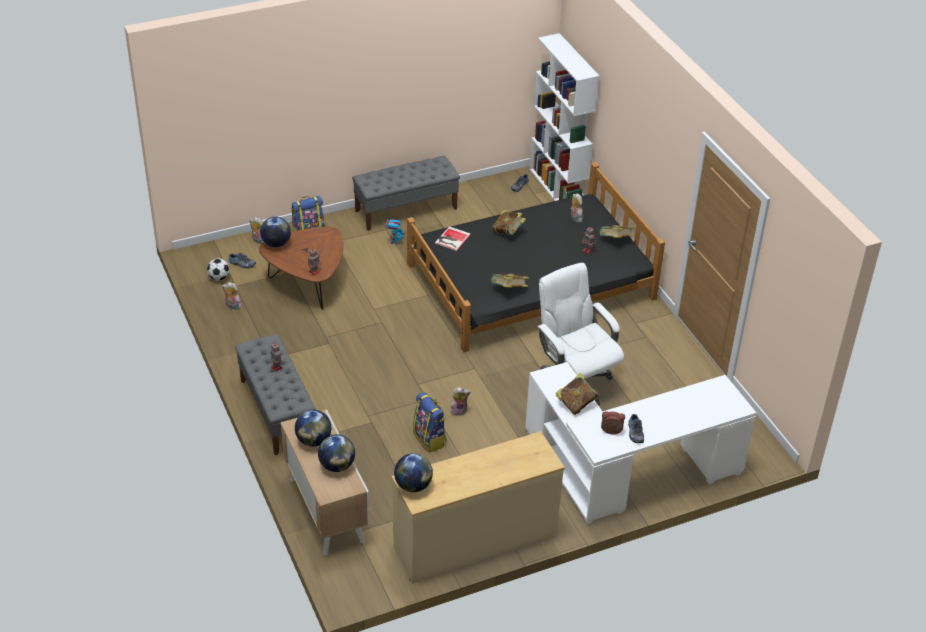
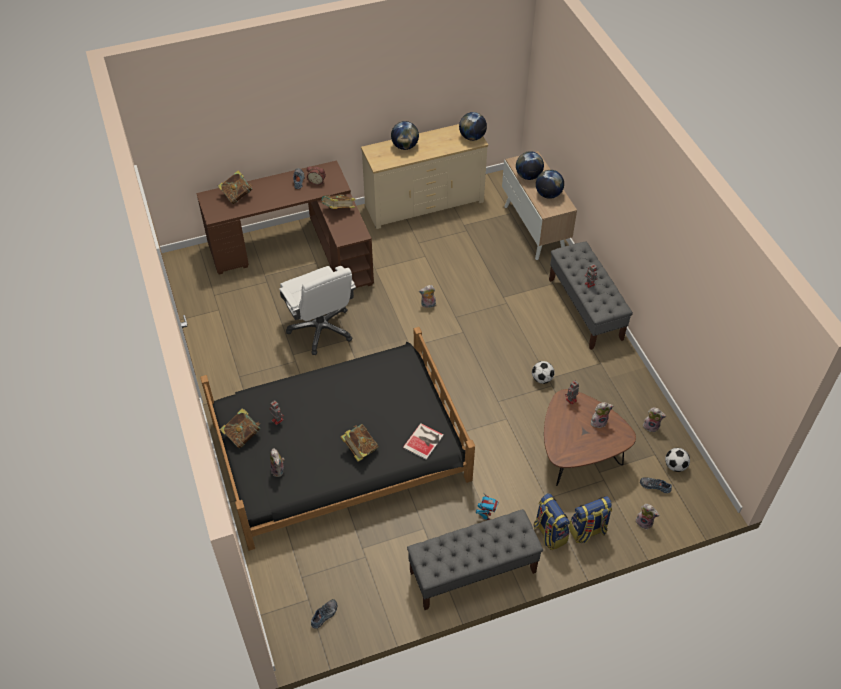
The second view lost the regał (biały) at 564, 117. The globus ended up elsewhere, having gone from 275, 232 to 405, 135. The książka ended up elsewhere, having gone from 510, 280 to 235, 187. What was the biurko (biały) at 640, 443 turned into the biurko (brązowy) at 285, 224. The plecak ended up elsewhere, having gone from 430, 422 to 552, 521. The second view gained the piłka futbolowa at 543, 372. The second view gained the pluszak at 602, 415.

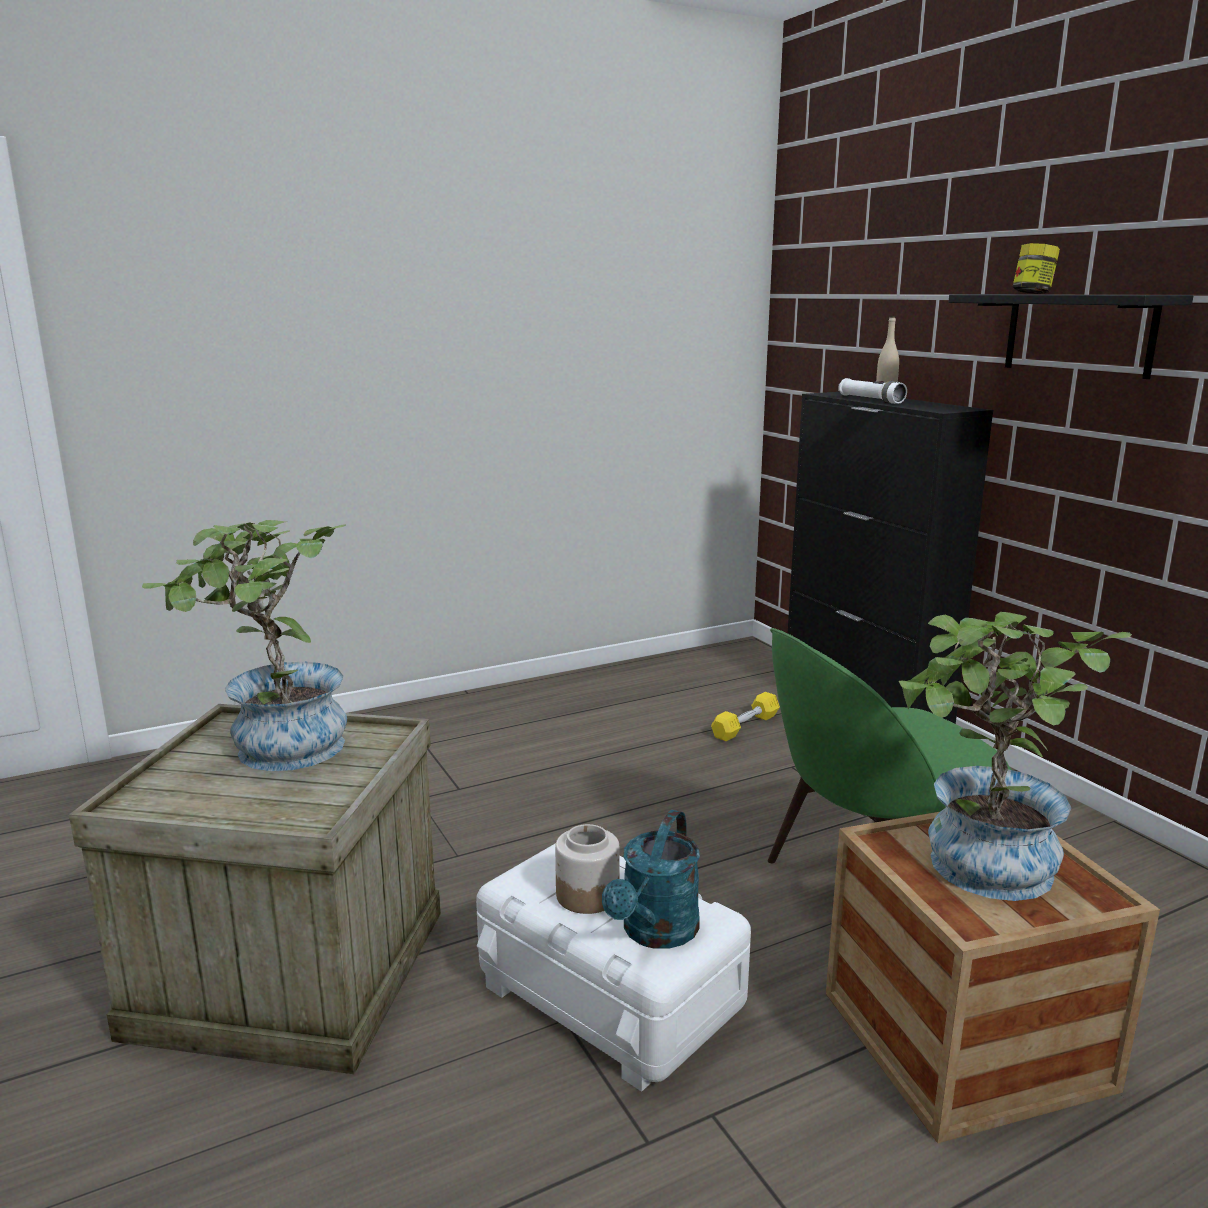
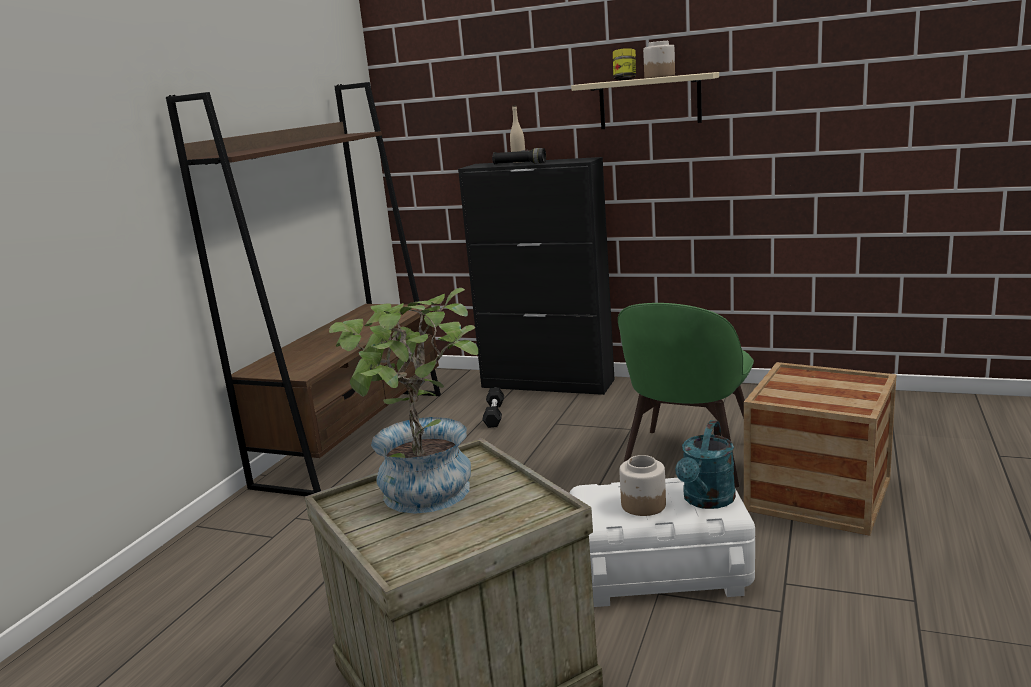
What was the półka (czarny) at 1071, 336 turned into the półka (beżowy) at 645, 100. What was the latarka (biały) at 872, 391 turned into the latarka (czarny) at 519, 156. The second view lost the roślina doniczkowa at 1015, 756. What was the hantel (żółty) at 745, 716 turned into the hantel (czarny) at 493, 408. The konewka (turkusowy) at 651, 879 ended up facing another way, 45 degrees clockwise from before. The second view gained the słoik at 659, 59. The second view gained the regał (brązowy) at 303, 289.

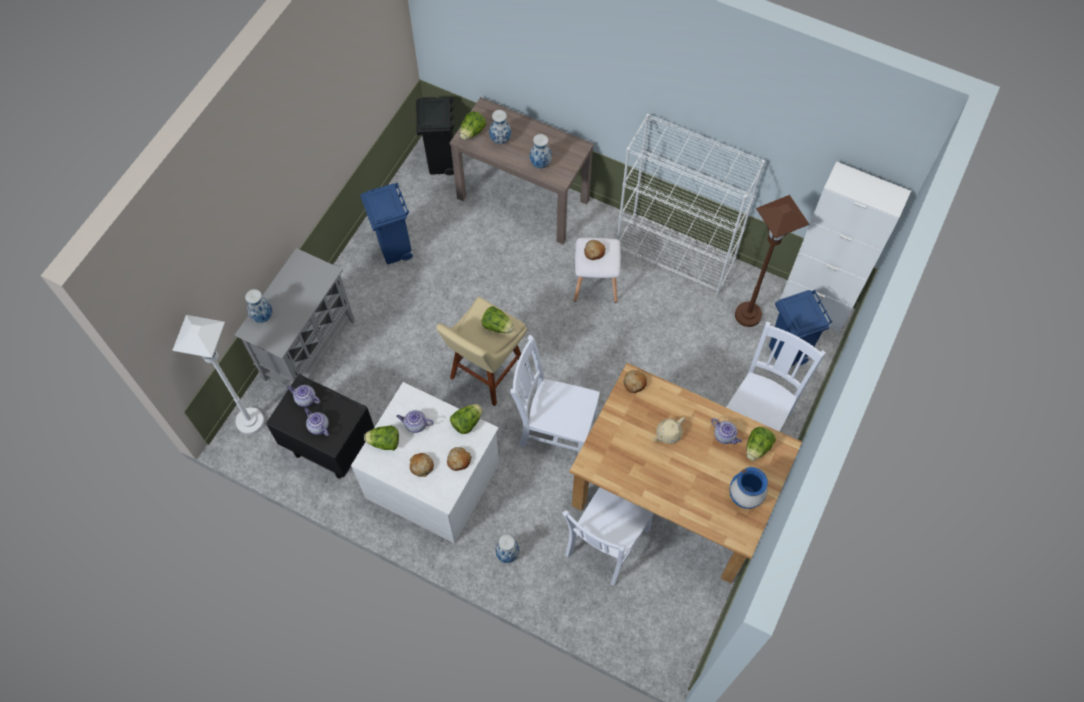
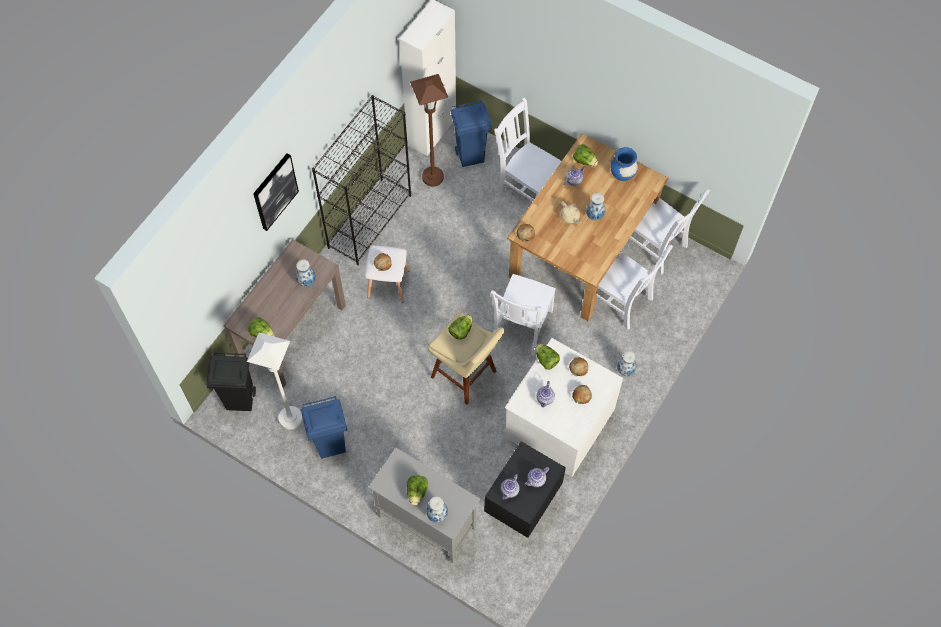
The wazon ended up elsewhere, having gone from 500, 127 to 595, 206. What was the regał (biały) at 691, 204 turned into the regał (czarny) at 361, 180. The lampa stojąca (biały) ended up elsewhere, having gone from 218, 375 to 275, 381. The sałata ended up elsewhere, having gone from 381, 438 to 417, 490. The second view gained the obraz at 276, 192. The second view gained the krzesło (biały) at 669, 231.

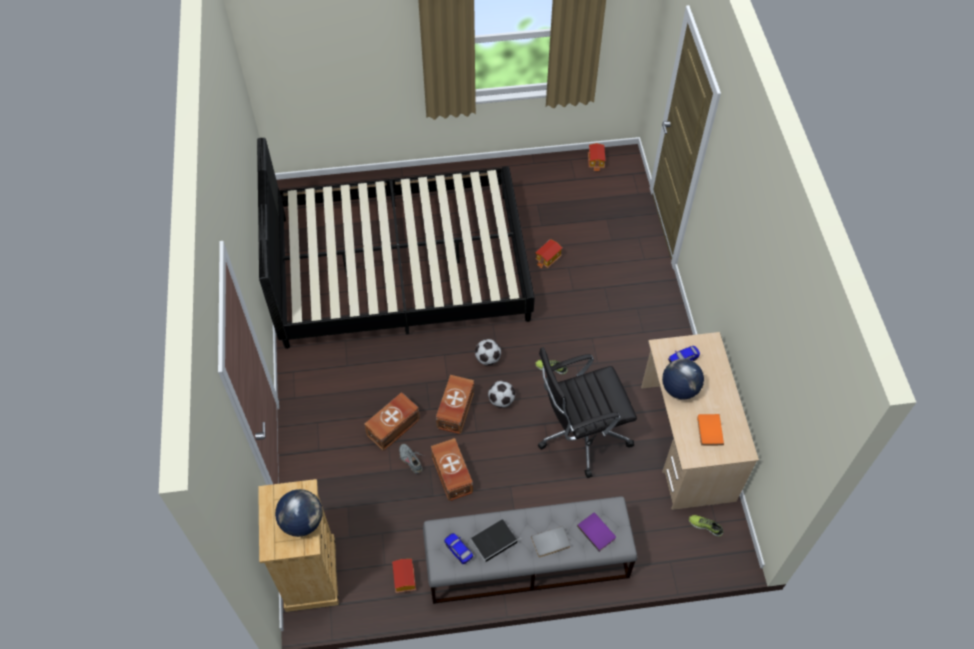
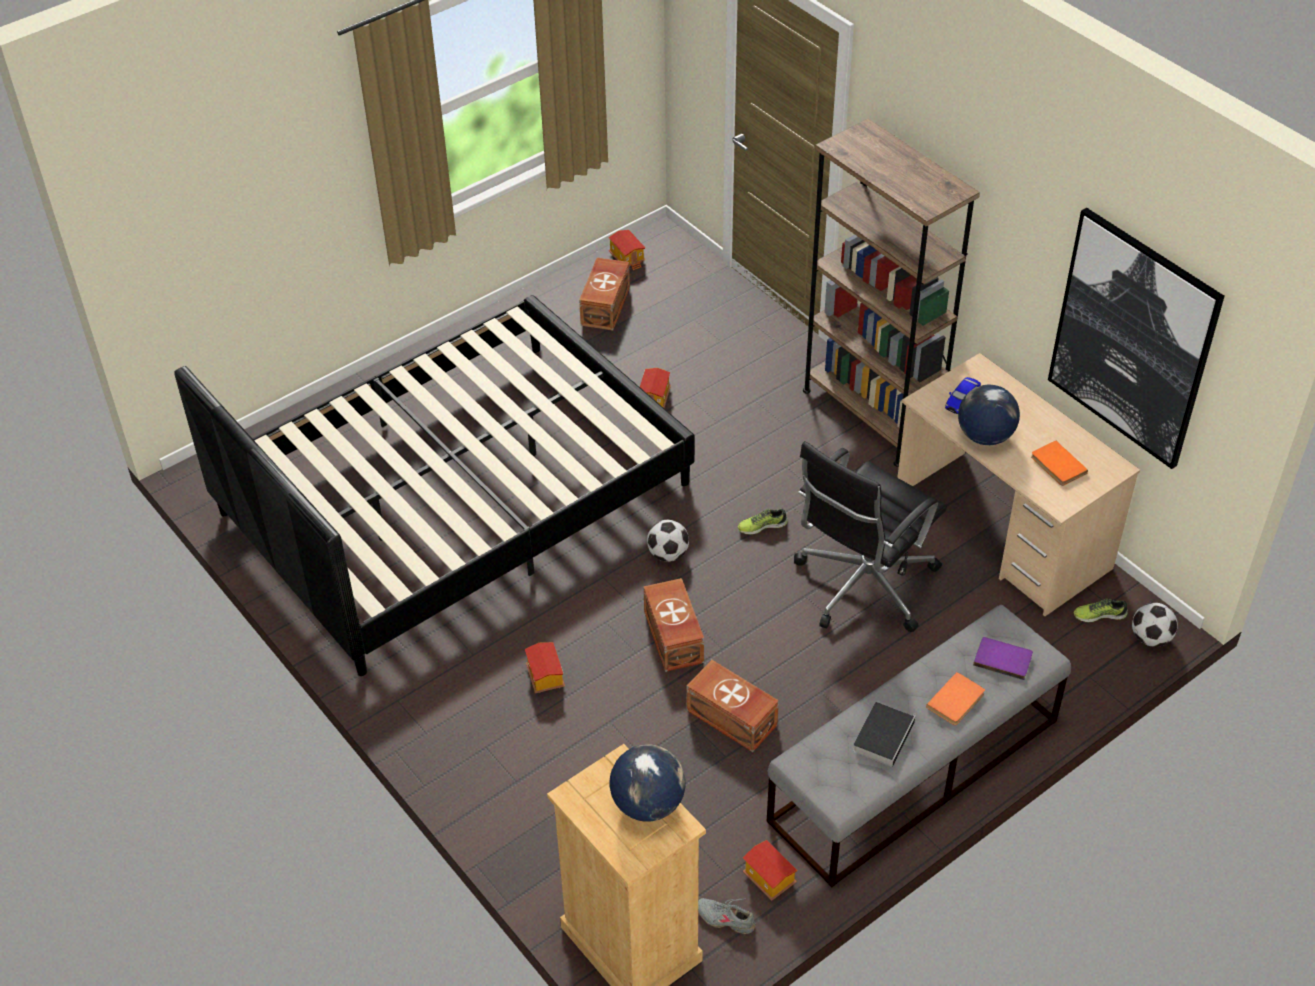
The piłka futbolowa ended up elsewhere, having gone from 501, 394 to 1155, 625. The pojemnik do przechowywania (brązowy) ended up elsewhere, having gone from 392, 421 to 604, 294. The but (szary) ended up elsewhere, having gone from 411, 459 to 727, 916. What was the książka (szary) at 550, 541 turned into the książka (pomarańczowy) at 955, 698. The second view lost the samochodzik at 458, 548. The second view gained the regał (brązowy) at 891, 292. The second view gained the obraz at 1136, 338. The second view gained the domek at 545, 667.

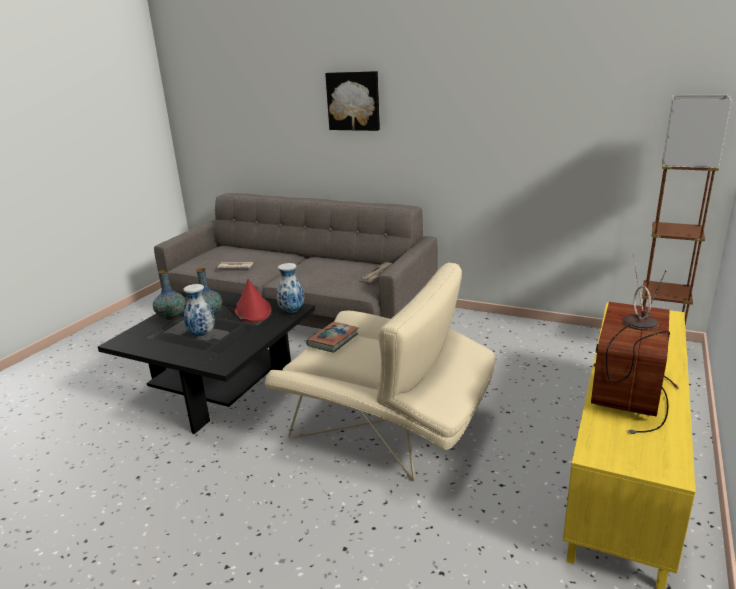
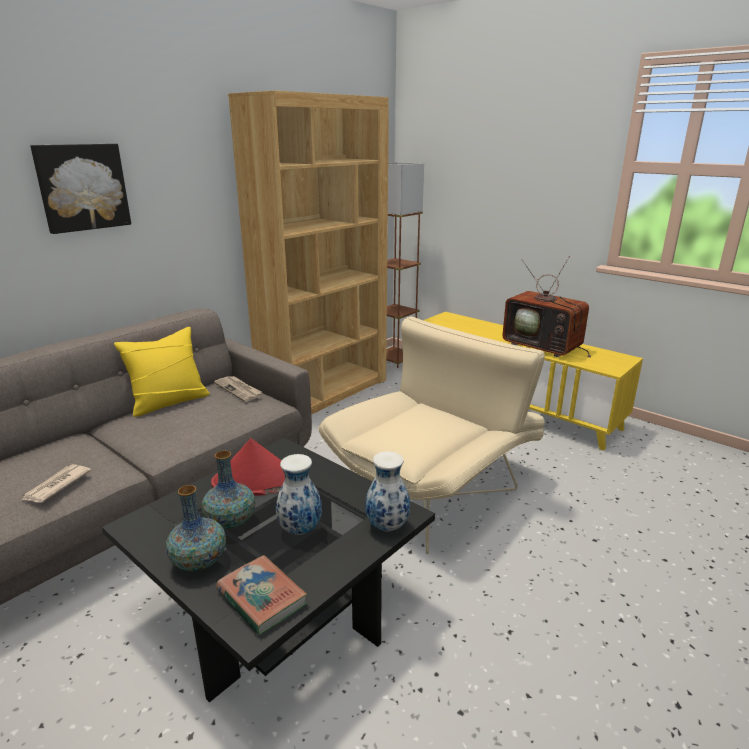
The wazon ended up elsewhere, having gone from 290, 288 to 387, 491. The książka ended up elsewhere, having gone from 332, 337 to 261, 595. The second view gained the regał (brązowy) at 308, 252. The second view gained the poduszka (żółty) at 162, 372.

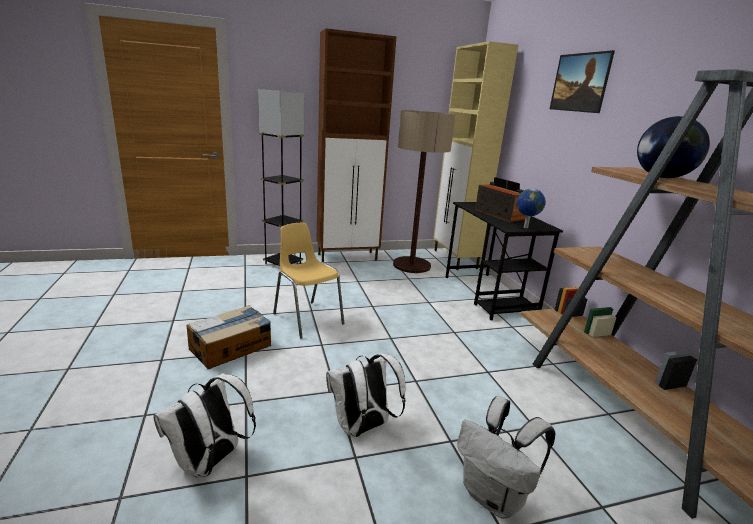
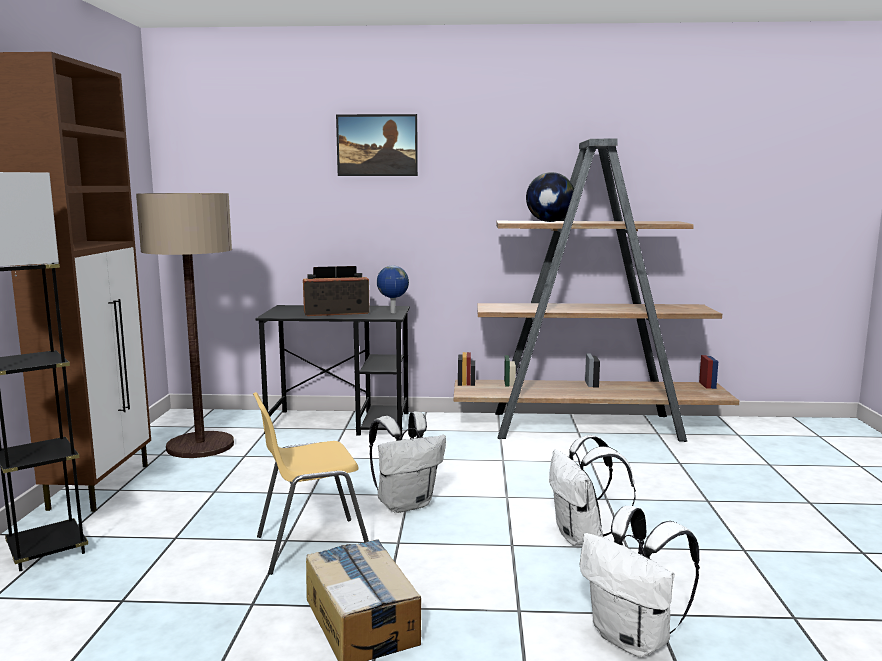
The second view lost the szafka (beżowy) at 475, 155. The plecak (biały) ended up elsewhere, having gone from 506, 457 to 407, 462.

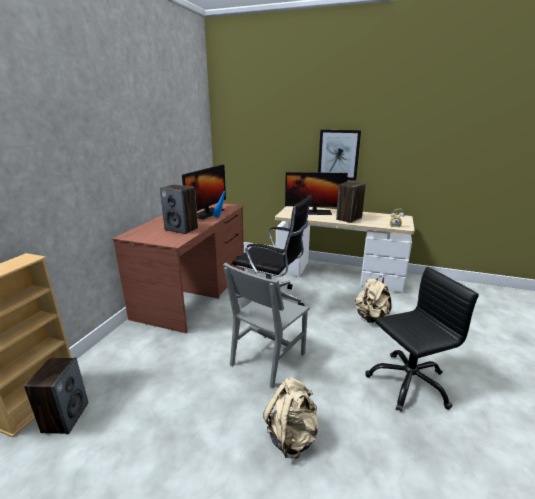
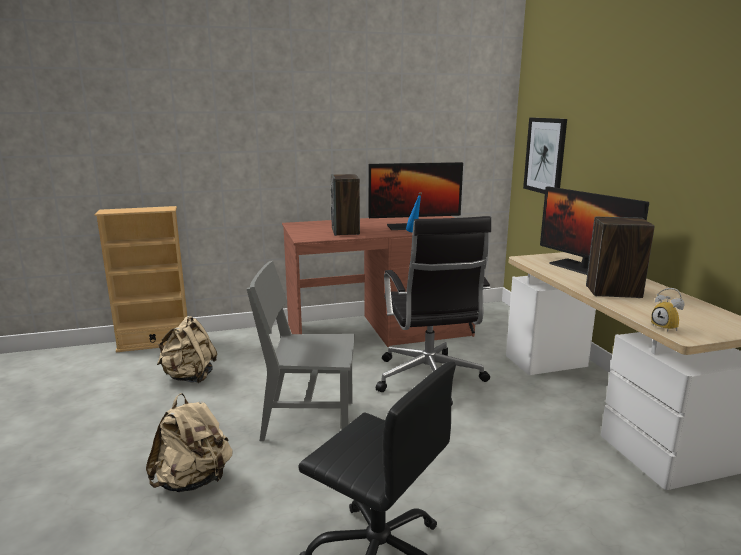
The obraz ended up elsewhere, having gone from 339, 155 to 545, 156. The plecak (beżowy) ended up elsewhere, having gone from 373, 299 to 187, 349. The second view lost the głośnik at 56, 396.

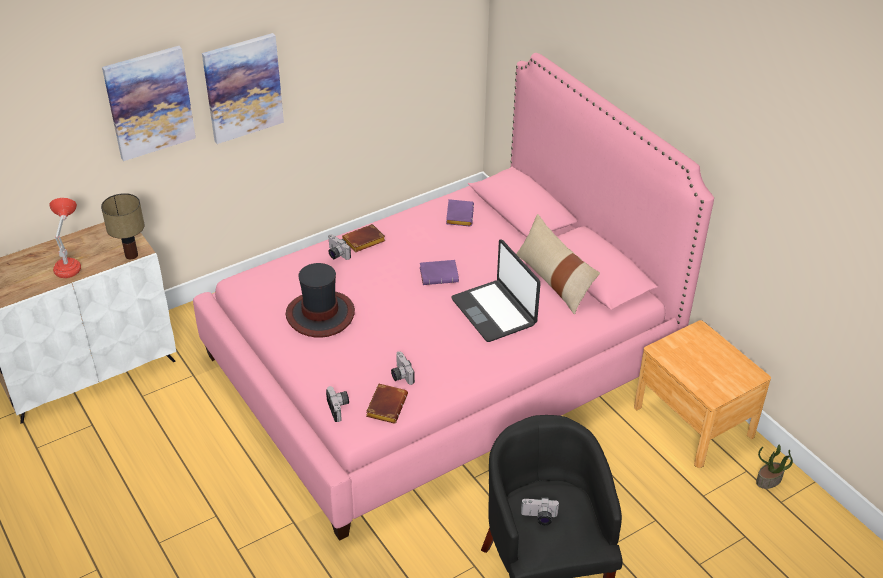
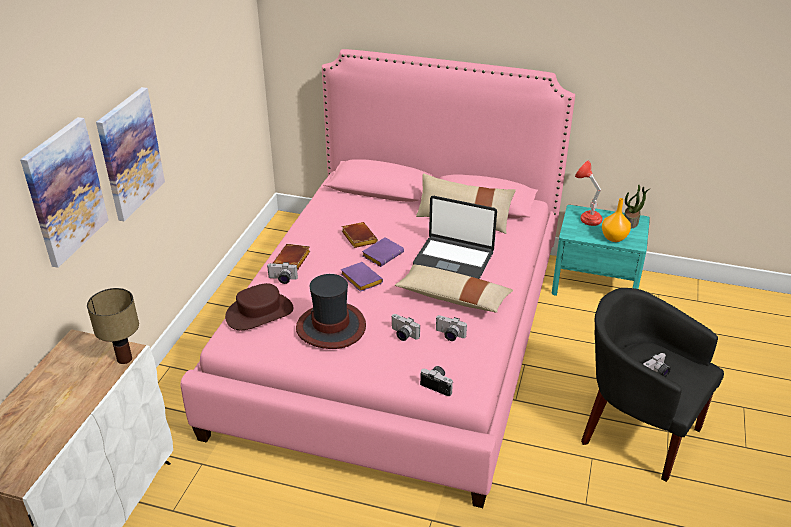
The lampa stołowa (czerwony) ended up elsewhere, having gone from 65, 238 to 589, 193. The książka (fioletowy) ended up elsewhere, having gone from 460, 212 to 362, 277. What was the szafka nocna (brązowy) at 702, 394 turned into the szafka nocna (turkusowy) at 601, 250. The książka (brązowy) ended up elsewhere, having gone from 387, 403 to 360, 235. The roślina doniczkowa ended up elsewhere, having gone from 774, 467 to 637, 206. The second view gained the wazon (pomarańczowy) at 616, 220. The second view gained the poduszka (beżowy) at 454, 288. The second view gained the kapelusz (brązowy) at 259, 306. The second view gained the aparat fotograficzny at 406, 327.

